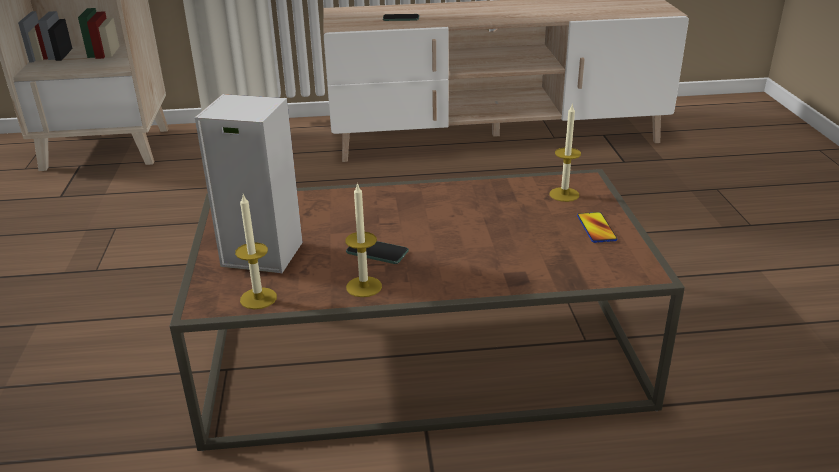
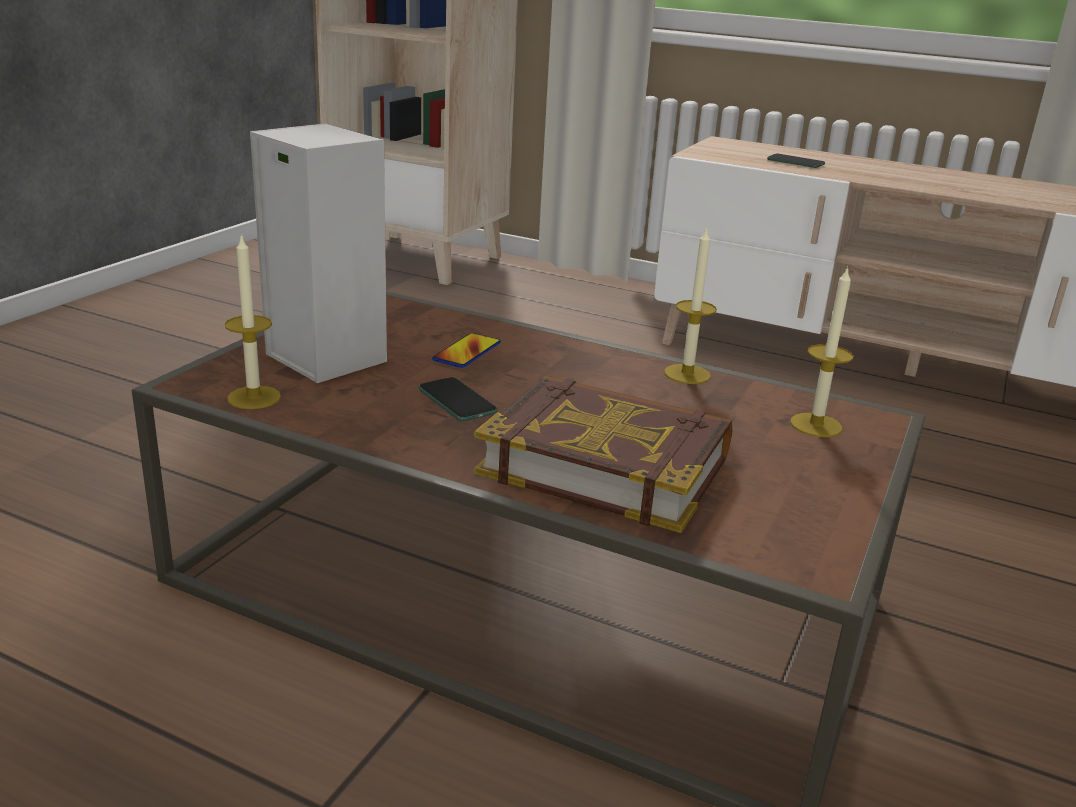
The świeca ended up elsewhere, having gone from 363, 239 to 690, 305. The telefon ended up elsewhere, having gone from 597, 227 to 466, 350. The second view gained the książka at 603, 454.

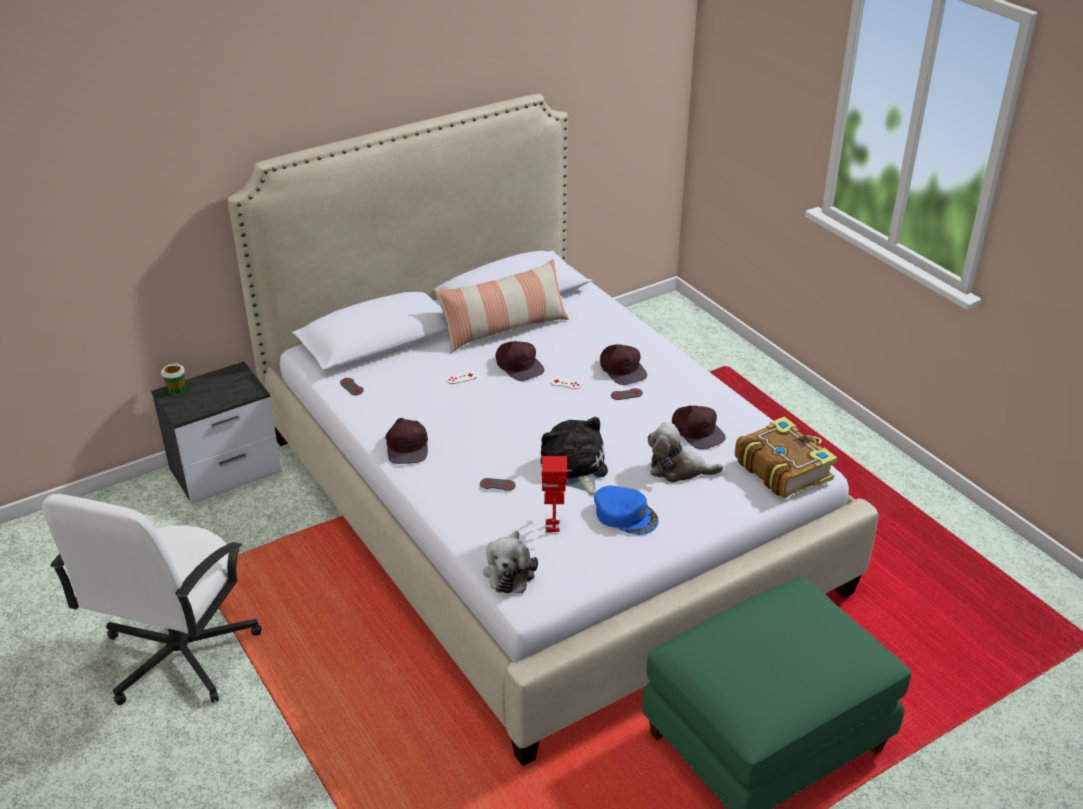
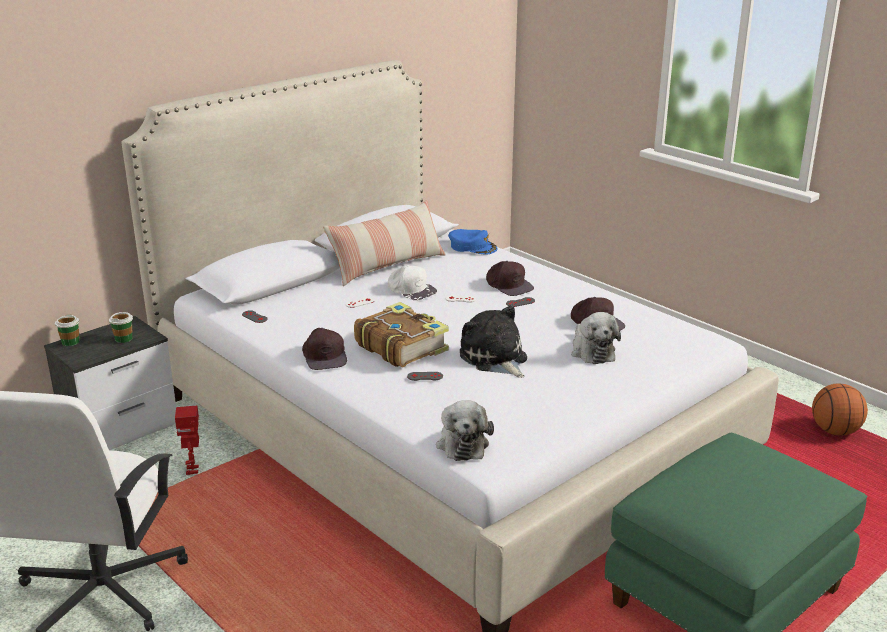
What was the czapka z daszkiem (brązowy) at 520, 361 turned into the czapka z daszkiem (biały) at 412, 283. The książka ended up elsewhere, having gone from 786, 457 to 401, 334. The pluszak at 686, 452 ended up facing another way, 105 degrees counterclockwise from before. The robot zabawkowy ended up elsewhere, having gone from 554, 494 to 187, 440. The czapka z daszkiem (niebieski) ended up elsewhere, having gone from 626, 510 to 473, 241. The second view gained the filiżanka at 121, 327. The second view gained the piłka do koszykówki at 840, 409.

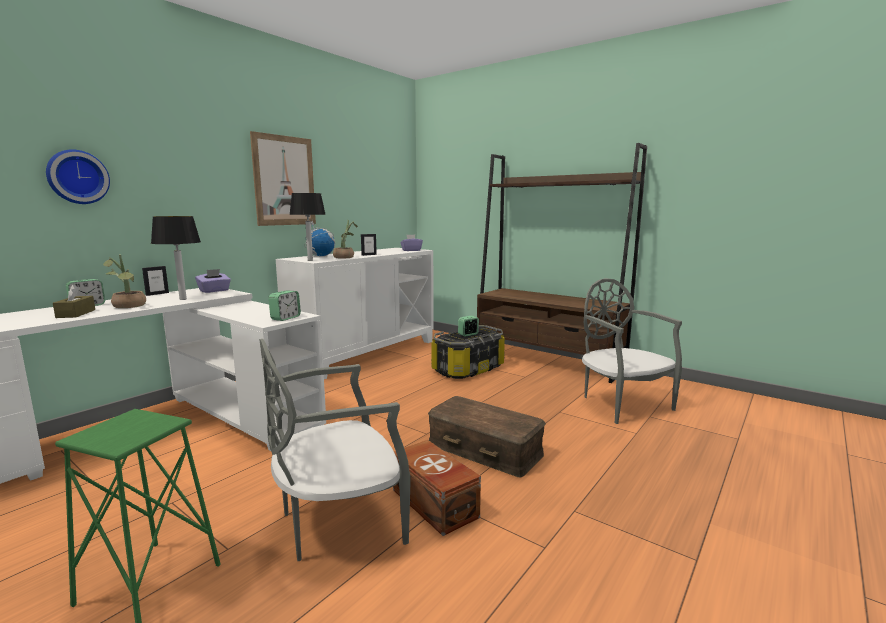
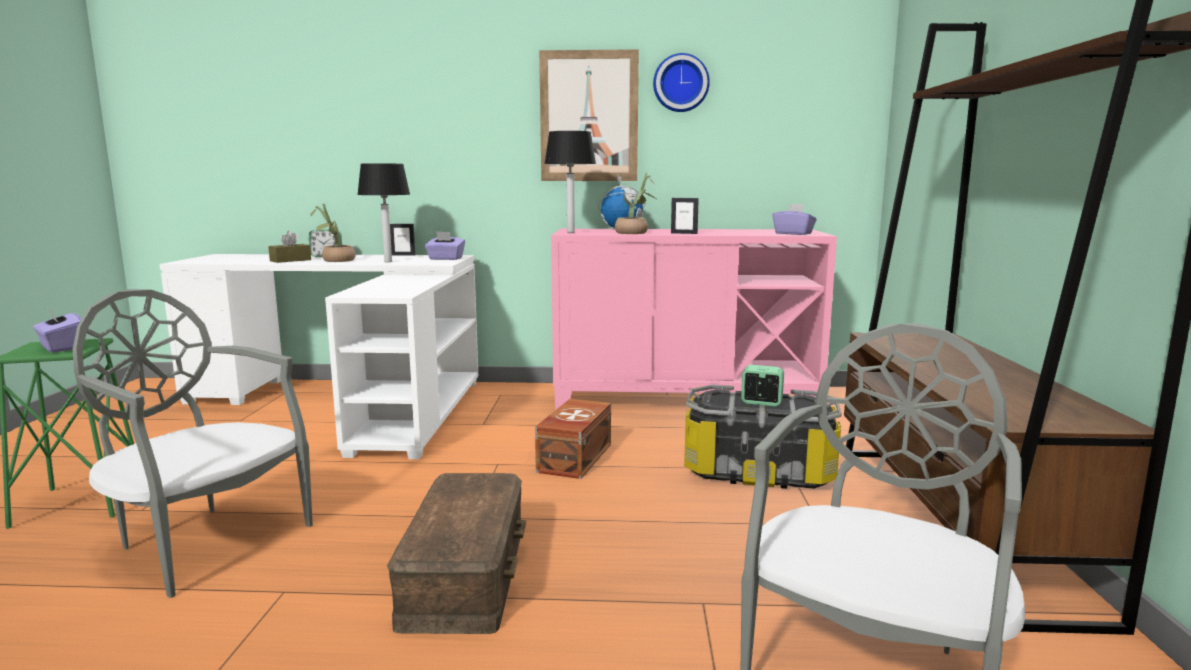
The zegar ścienny ended up elsewhere, having gone from 78, 176 to 681, 82. What was the szafka (biały) at 355, 313 turned into the szafka (różowy) at 694, 319. The second view lost the budzik at 284, 306. The pojemnik do przechowywania (brązowy) ended up elsewhere, having gone from 437, 488 to 573, 439. The second view gained the pudełko chusteczek (fioletowy) at 57, 330.

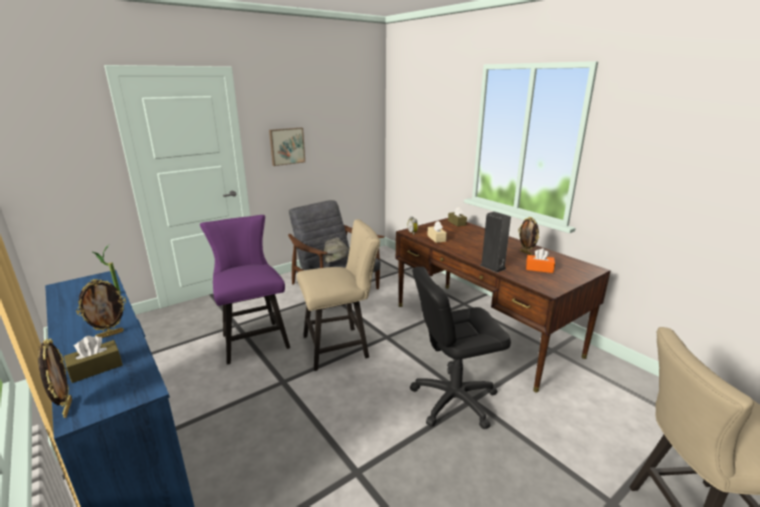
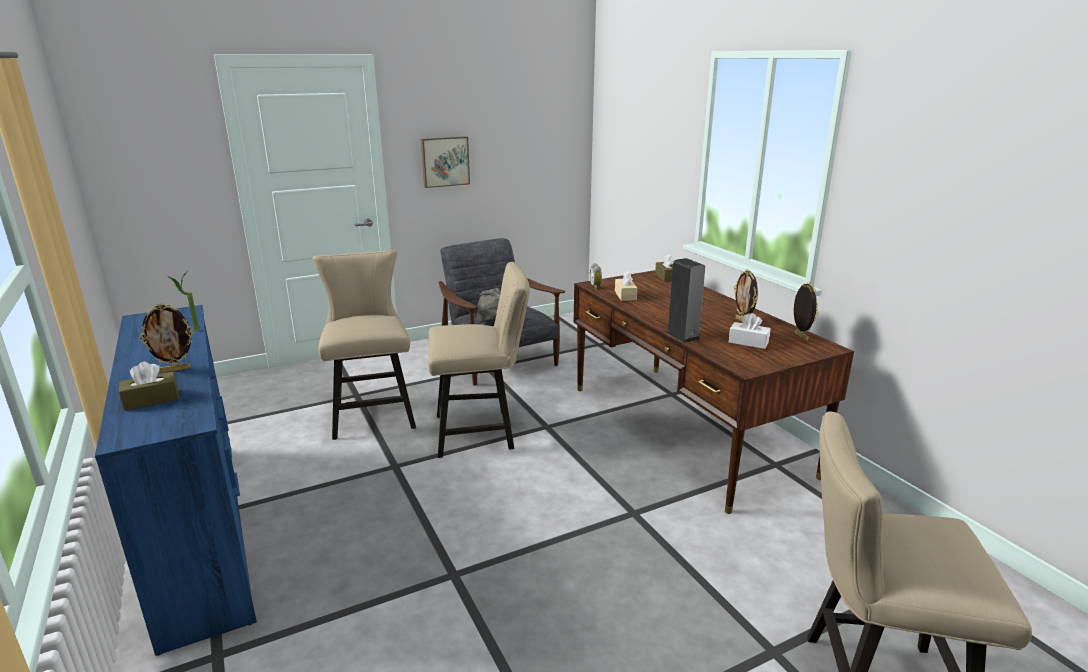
What was the krzesło (fioletowy) at 245, 290 turned into the krzesło (beżowy) at 364, 345. What was the pudełko chusteczek (pomarańczowy) at 540, 260 turned into the pudełko chusteczek (biały) at 750, 331. The second view lost the krzesło biurowe (czarny) at 460, 348. The ramka na zdjęcie ended up elsewhere, having gone from 55, 378 to 806, 311.

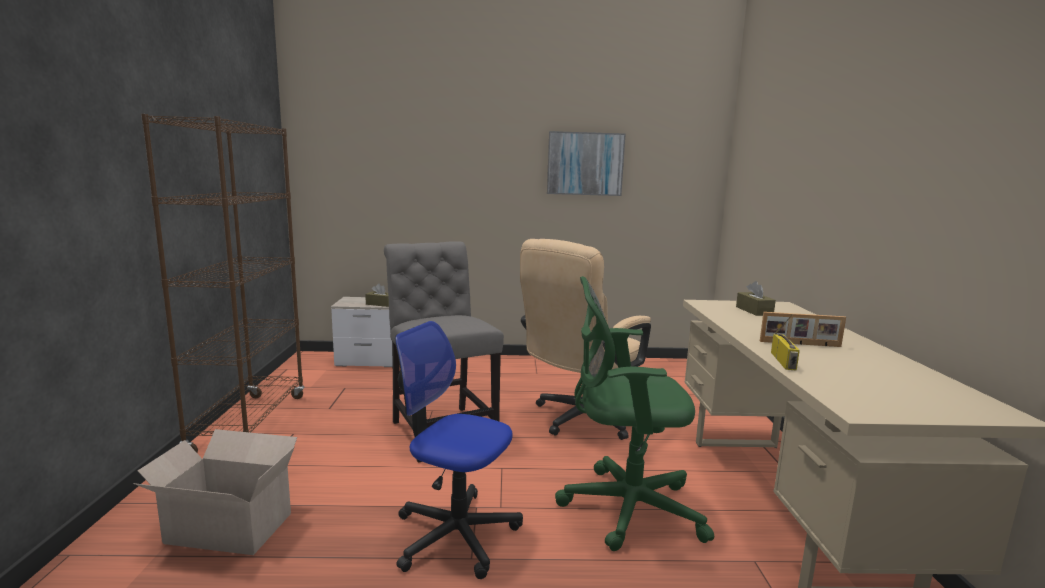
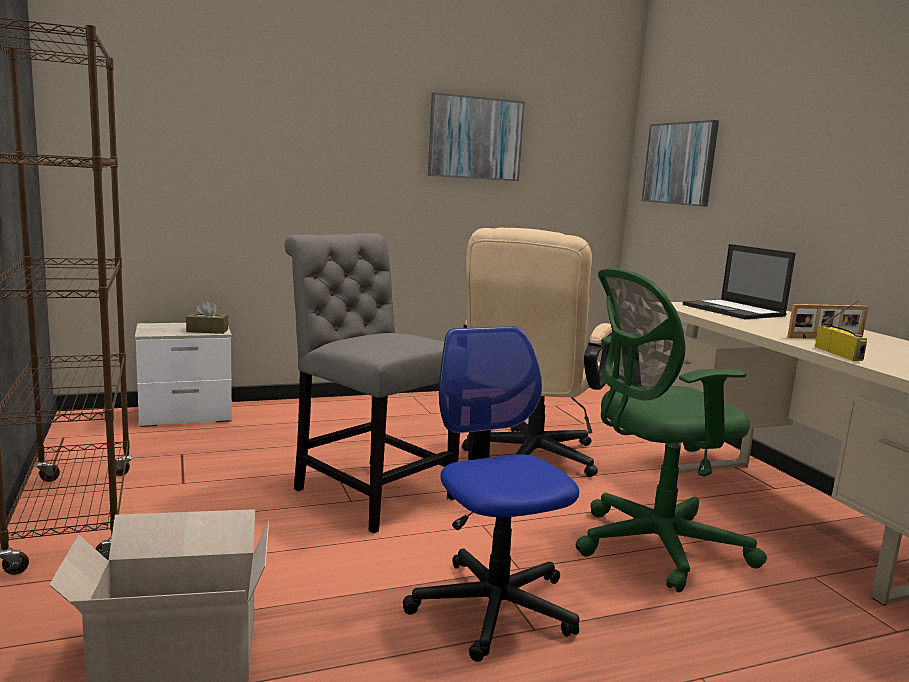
Where the pudełko chusteczek (brązowy) stood at 756, 298, the laptop came to stand at 739, 281. The krzesło biurowe at 459, 450 ended up facing another way, 60 degrees clockwise from before. The second view gained the obraz at 680, 163.

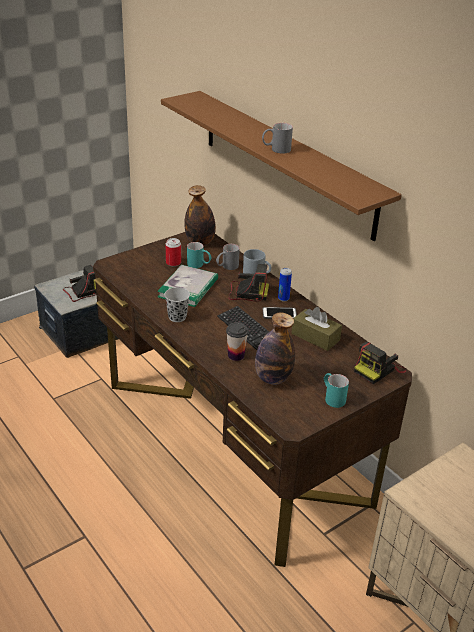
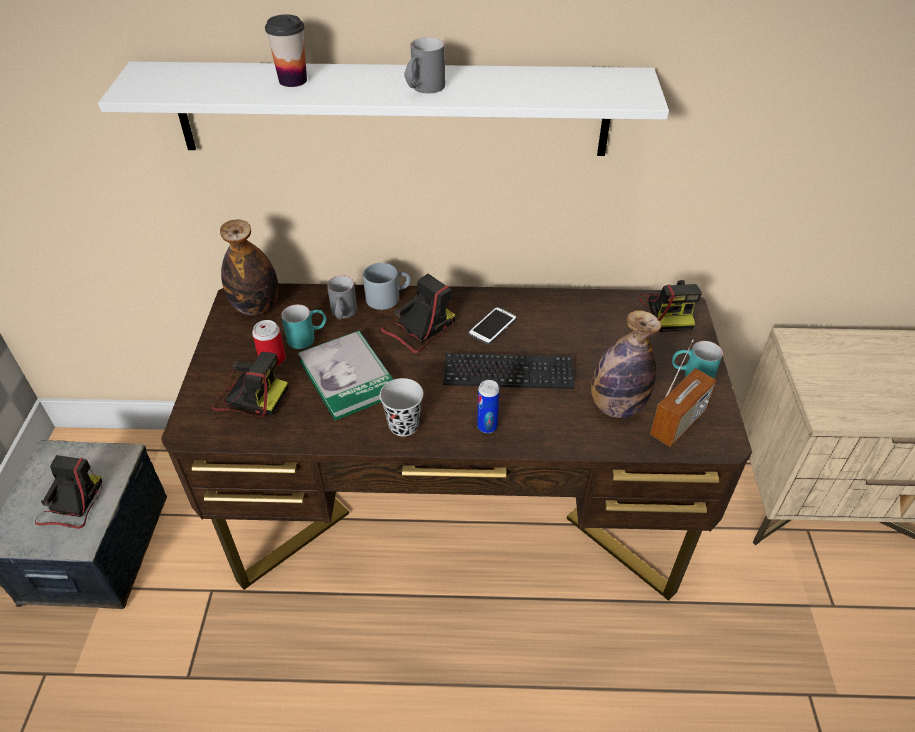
What was the półka (brązowy) at 281, 166 turned into the półka (biały) at 383, 108. The puszka ended up elsewhere, having gone from 285, 284 to 488, 406. The second view lost the pudełko chusteczek (brązowy) at 317, 329. The filiżanka ended up elsewhere, having gone from 237, 341 to 286, 50. The second view gained the radio at 683, 393. The second view gained the aparat fotograficzny at 250, 384.

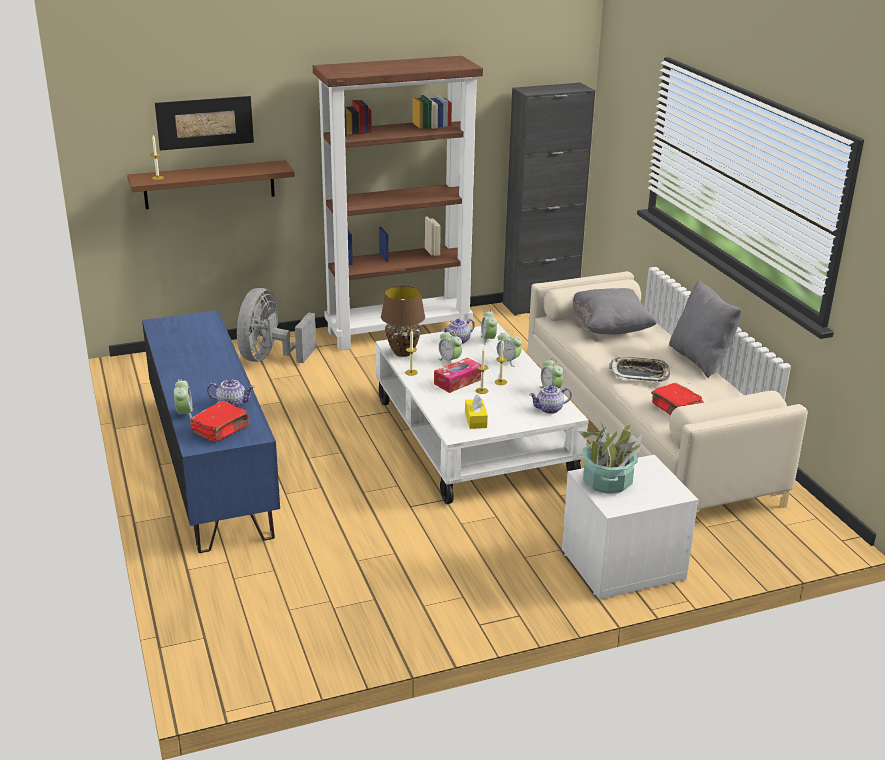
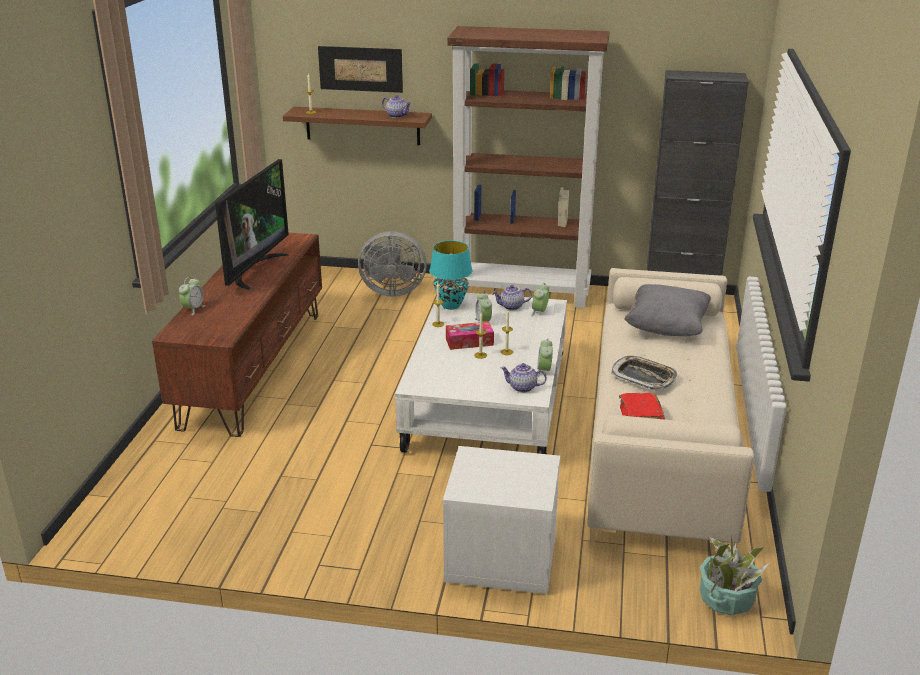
The second view lost the poduszka (szary) at 705, 329. What was the lampa stołowa (brązowy) at 403, 321 turned into the lampa stołowa (turkusowy) at 450, 275. The wentylator (szary) at 276, 325 ended up facing another way, 135 degrees counterclockwise from before. What was the szafka pod telewizor (niebieski) at 211, 431 turned into the szafka pod telewizor (brązowy) at 237, 335. The second view lost the budzik at 509, 348. The imbryk ended up elsewhere, having gone from 231, 393 to 396, 106. The second view lost the pudełko chusteczek (żółty) at 476, 411. The second view lost the książka (czerwony) at 219, 421. The roślina doniczkowa ended up elsewhere, having gone from 609, 457 to 734, 576. The second view gained the telewizor at 252, 224.

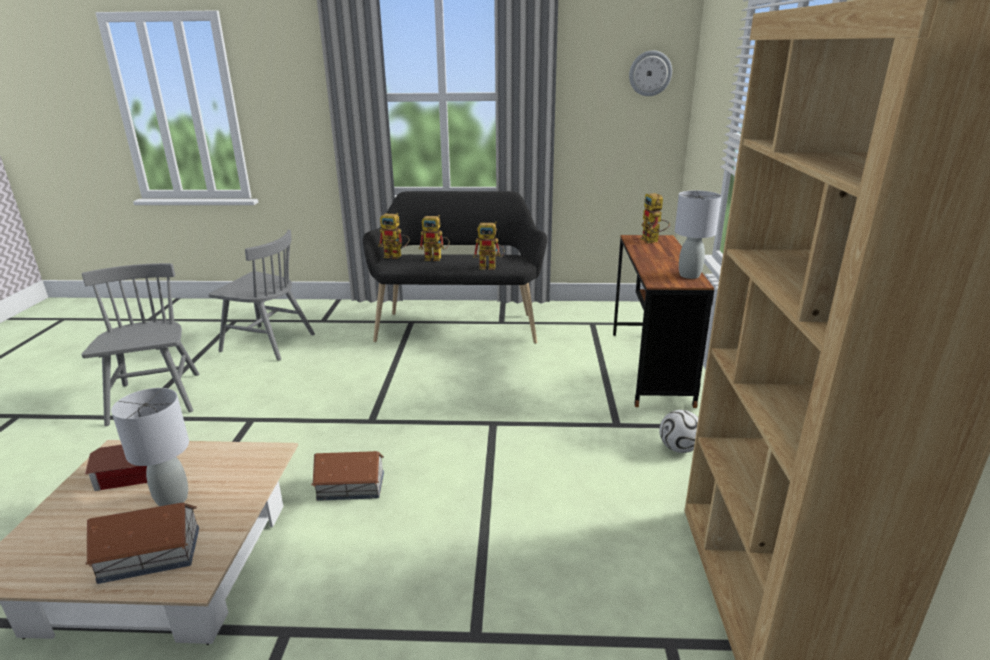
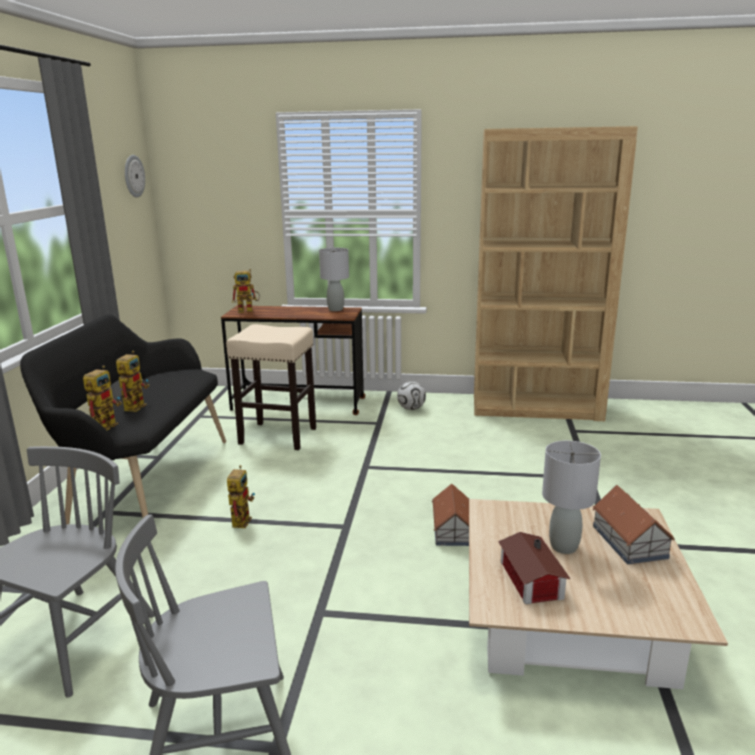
The robot zabawkowy ended up elsewhere, having gone from 489, 245 to 241, 496. The second view gained the stołek (beżowy) at 271, 387.

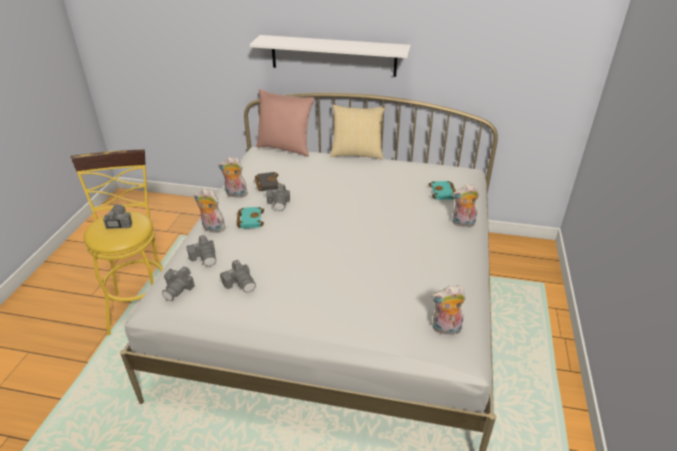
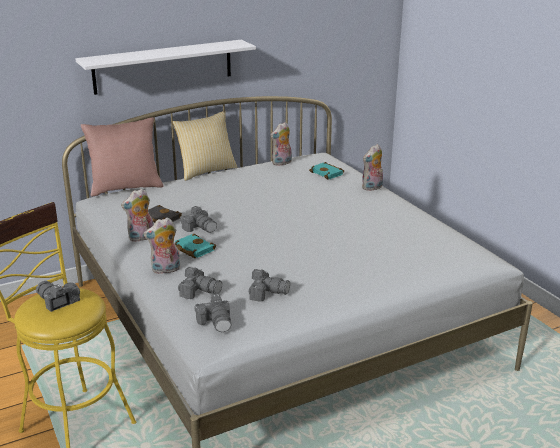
The pluszak ended up elsewhere, having gone from 448, 310 to 281, 144.

